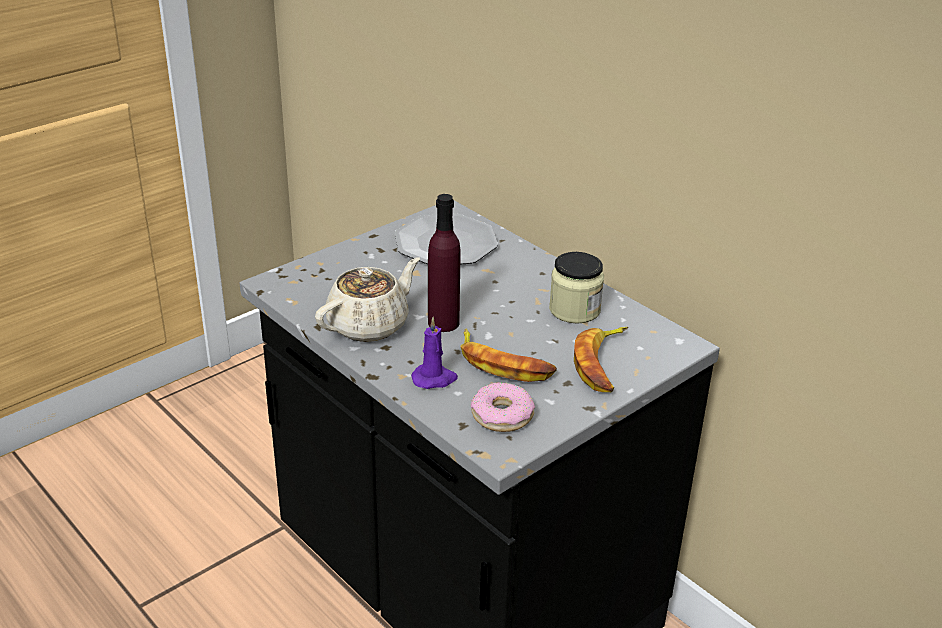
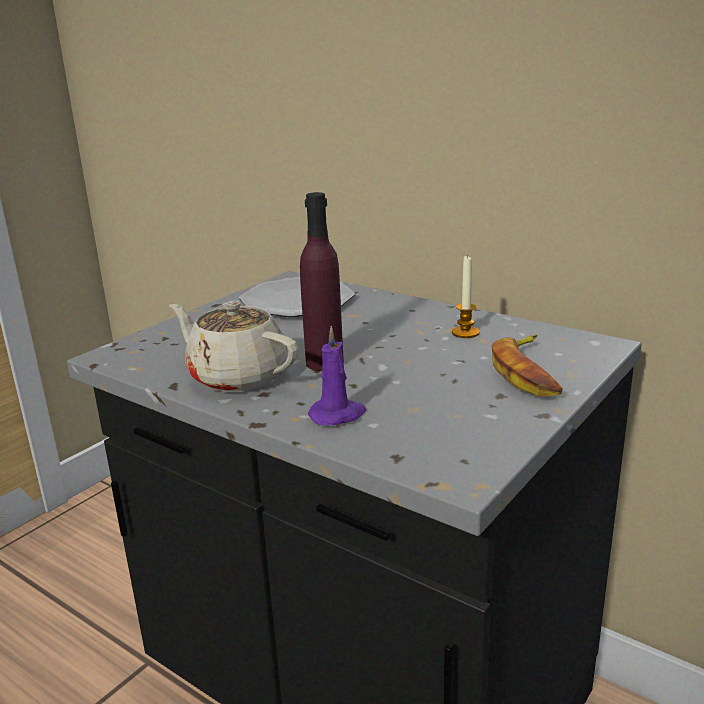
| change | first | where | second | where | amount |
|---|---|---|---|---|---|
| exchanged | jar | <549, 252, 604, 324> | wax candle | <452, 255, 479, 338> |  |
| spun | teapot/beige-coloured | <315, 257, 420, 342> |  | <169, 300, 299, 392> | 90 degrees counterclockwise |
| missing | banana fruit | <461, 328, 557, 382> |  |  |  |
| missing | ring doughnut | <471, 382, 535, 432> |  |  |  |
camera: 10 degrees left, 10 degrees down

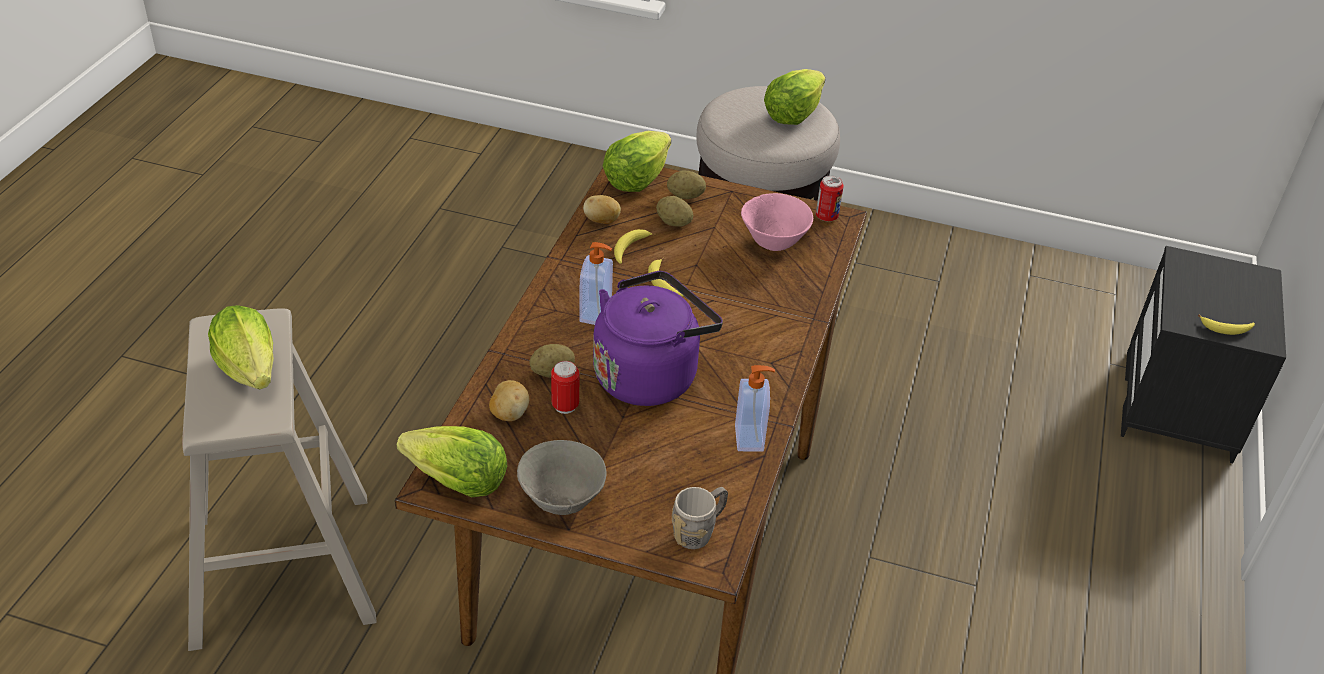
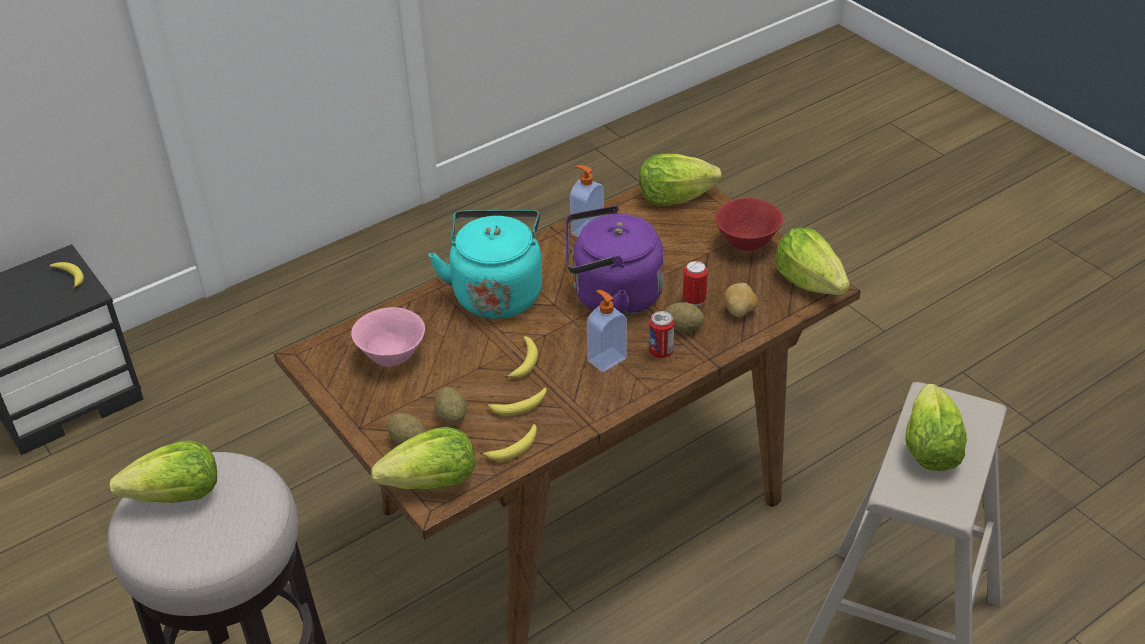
| change | first | where | second | where | amount |
|---|---|---|---|---|---|
| relocated | metal can | <816, 175, 844, 221> |  | <649, 311, 674, 358> |  |
| exchanged | whole potato | <583, 195, 621, 224> | banana fruit | <480, 424, 537, 462> |  |
| colour | bowl/gray | <517, 440, 607, 515> | bowl/red-coloured | <716, 198, 783, 251> |  |
| exchanged | tea mug/gray | <672, 487, 728, 549> | lettuce head | <639, 154, 722, 206> |  |
| appeared |  |  | tea kettle/turquoise | <429, 210, 542, 319> |  |
camera: 140 degrees left, 0 degrees up

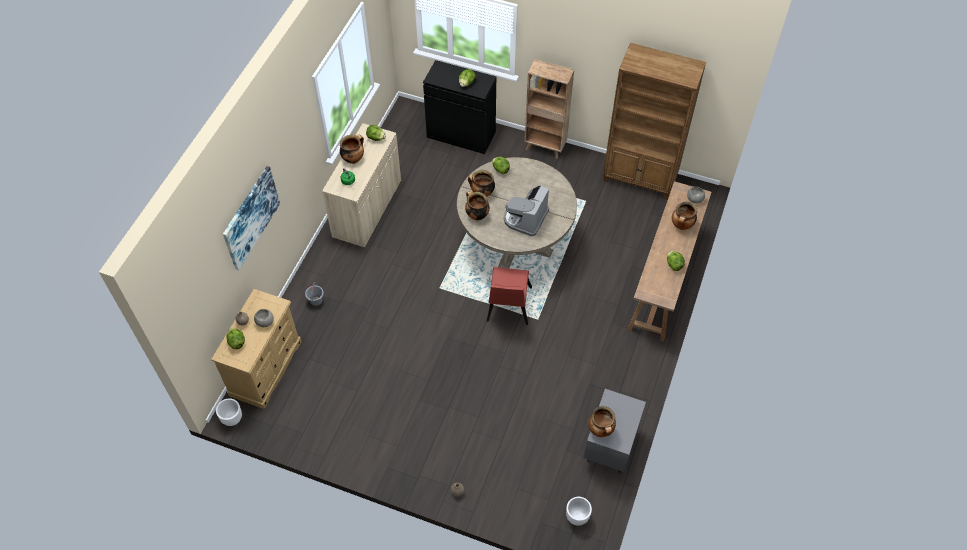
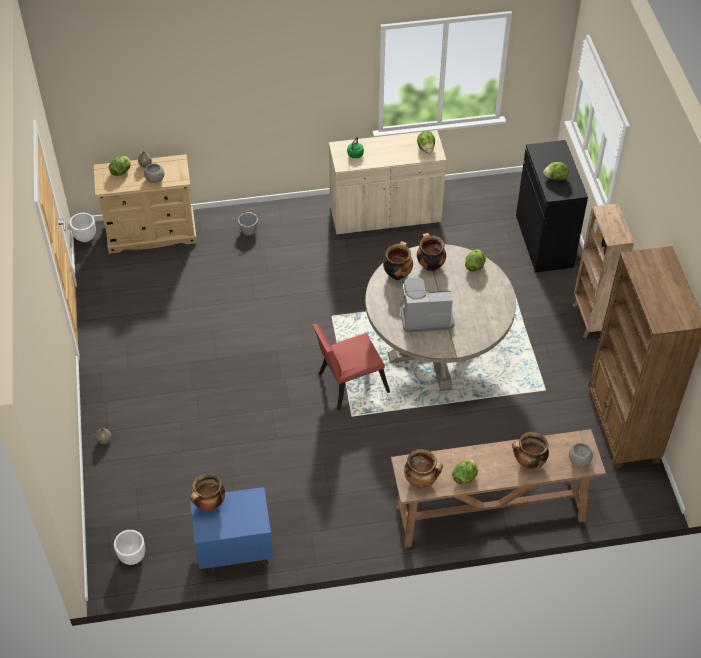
| change | first | where | second | where | amount |
|---|---|---|---|---|---|
| relocated | cooking pot | <340, 135, 364, 164> |  | <404, 449, 443, 488> |  |
| missing | wall art | <223, 166, 280, 270> |  |  |  |
| colour | bedside table/gray | <584, 389, 646, 473> | bedside table/blue-coloured | <190, 487, 273, 573> |  |
camera: 60 degrees right, 5 degrees down

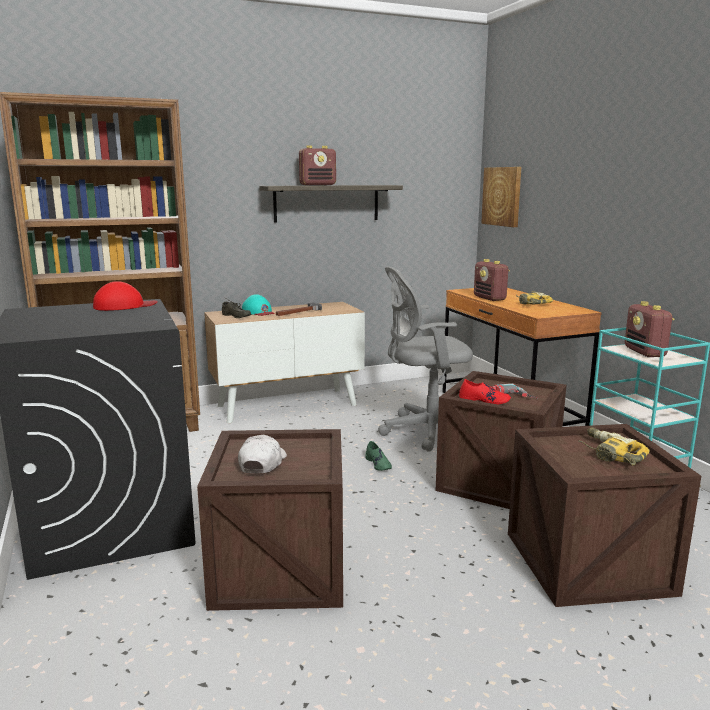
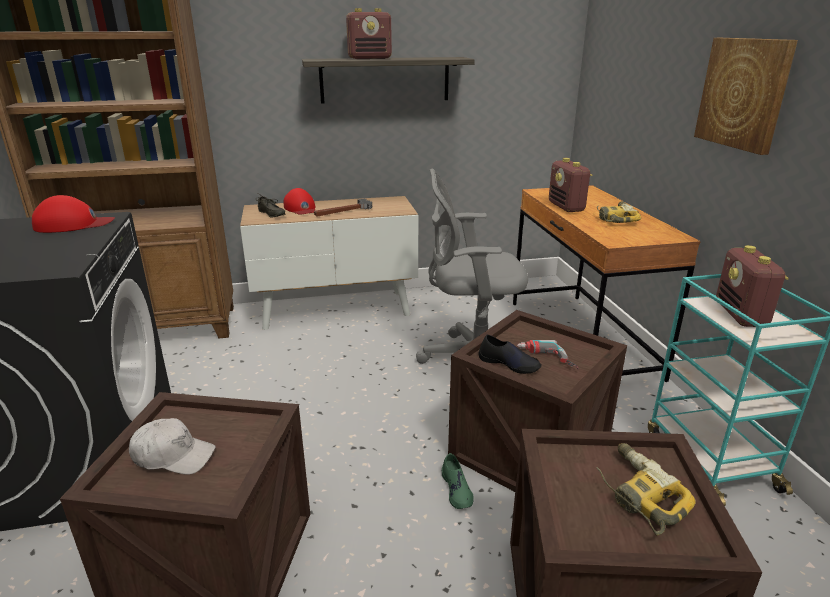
| change | first | where | second | where | amount |
|---|---|---|---|---|---|
| relocated | wall art | <481, 167, 521, 227> |  | <694, 38, 798, 155> |  |
| colour | cap/turquoise | <242, 294, 275, 316> | cap/red-coloured | <284, 188, 316, 214> |  |
| colour | item of footwear/red-coloured | <459, 379, 511, 405> | item of footwear/black-coloured | <478, 335, 542, 374> |  |
| spun | cap/white | <238, 435, 287, 473> |  | <129, 418, 216, 475> | 75 degrees clockwise |
| relocated | item of footwear/greenish | <365, 441, 392, 471> |  | <442, 453, 474, 509> |  |
camera: 10 degrees right, 10 degrees up

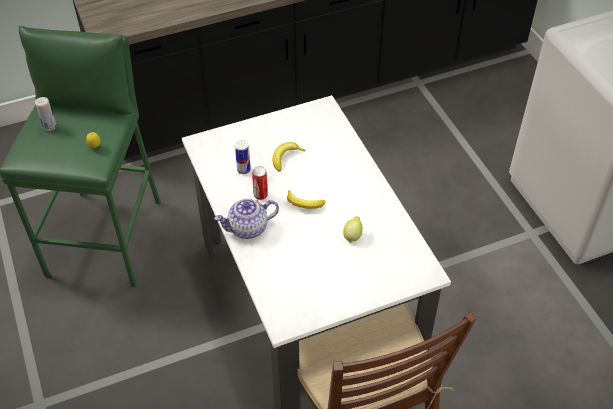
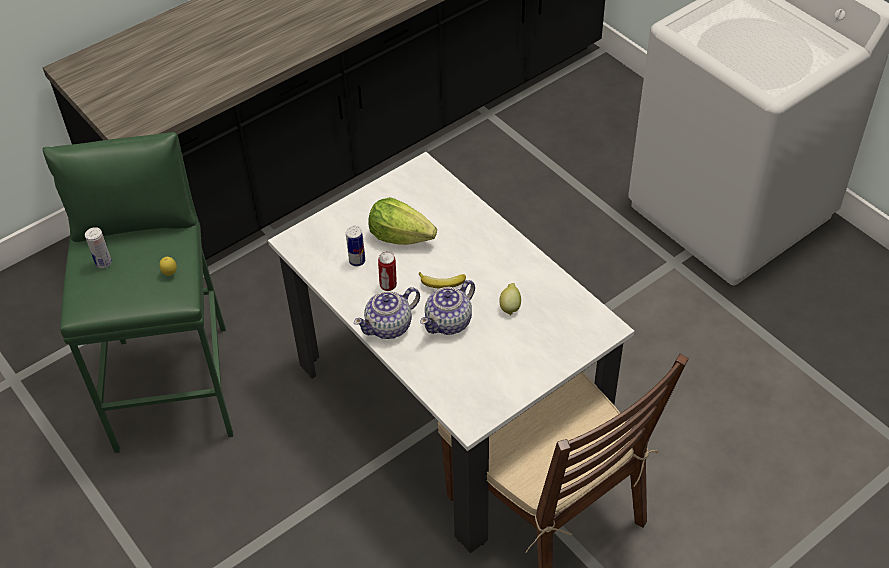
| change | first | where | second | where | amount |
|---|---|---|---|---|---|
| exchanged | banana fruit | <273, 142, 306, 172> | lettuce head | <368, 197, 437, 245> |  |
| appeared |  |  | teapot | <420, 280, 475, 335> |  |
camera: 15 degrees left, 0 degrees up

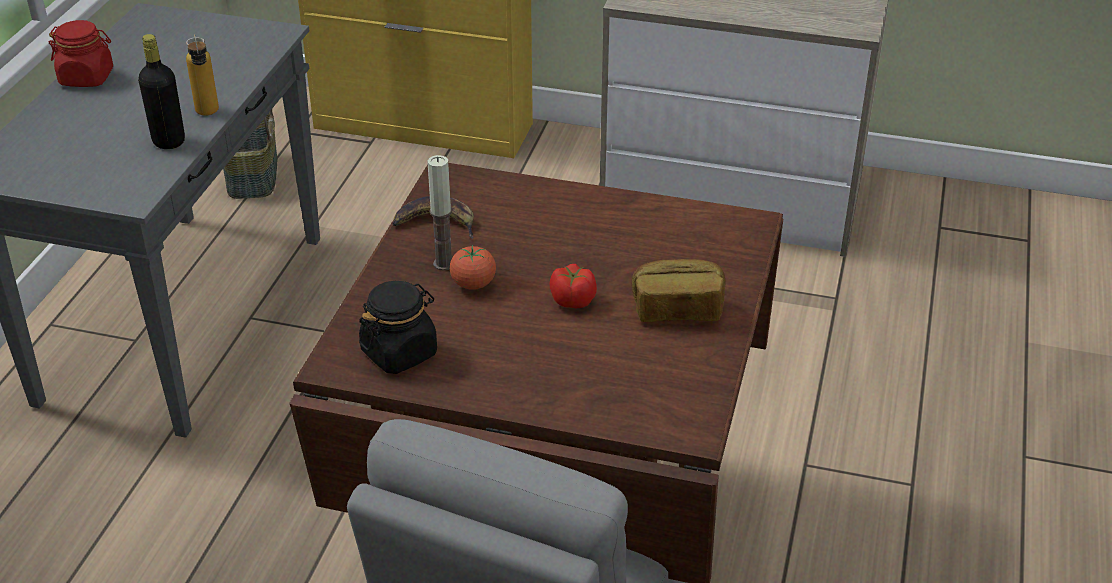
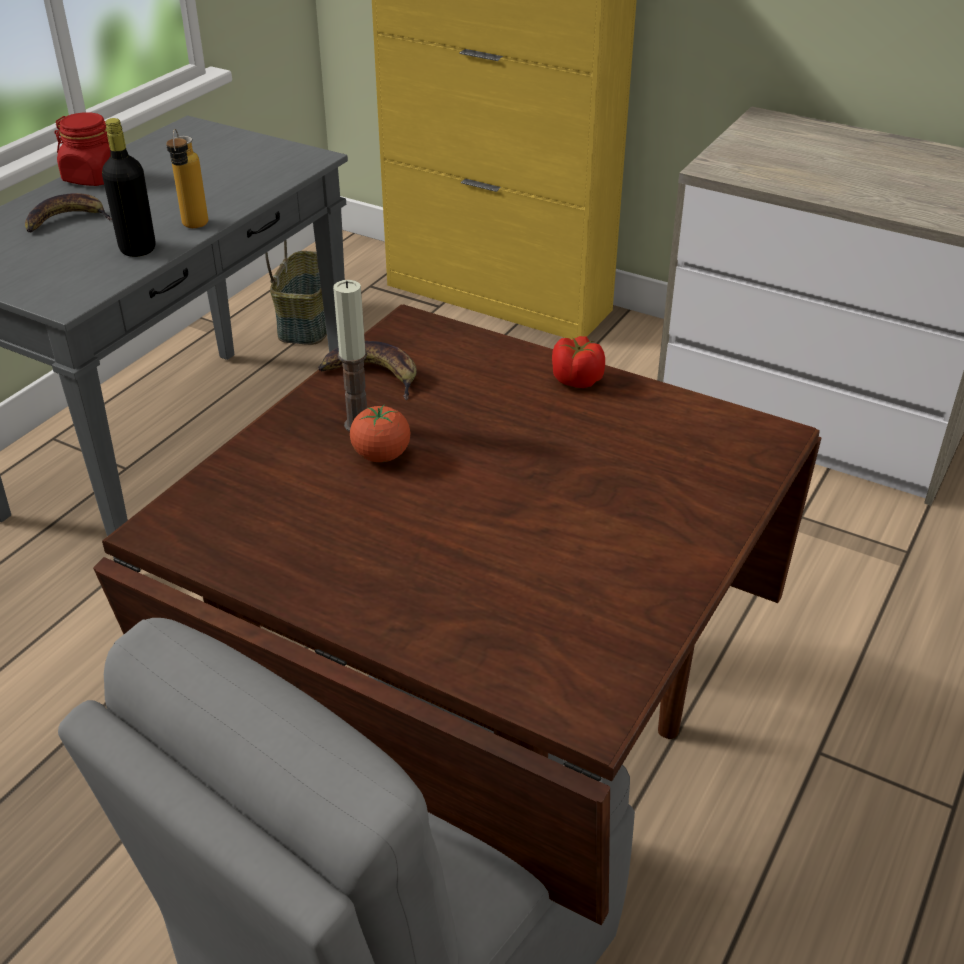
| change | first | where | second | where | amount |
|---|---|---|---|---|---|
| missing | bread | <631, 259, 726, 322> |  |  |  |
| relocated | tomato | <550, 264, 597, 308> |  | <552, 336, 605, 388> |  |
| missing | jar/black-coloured | <359, 281, 437, 374> |  |  |  |
| appeared |  |  | banana fruit | <25, 193, 112, 232> |  |
camera: 15 degrees right, 0 degrees up

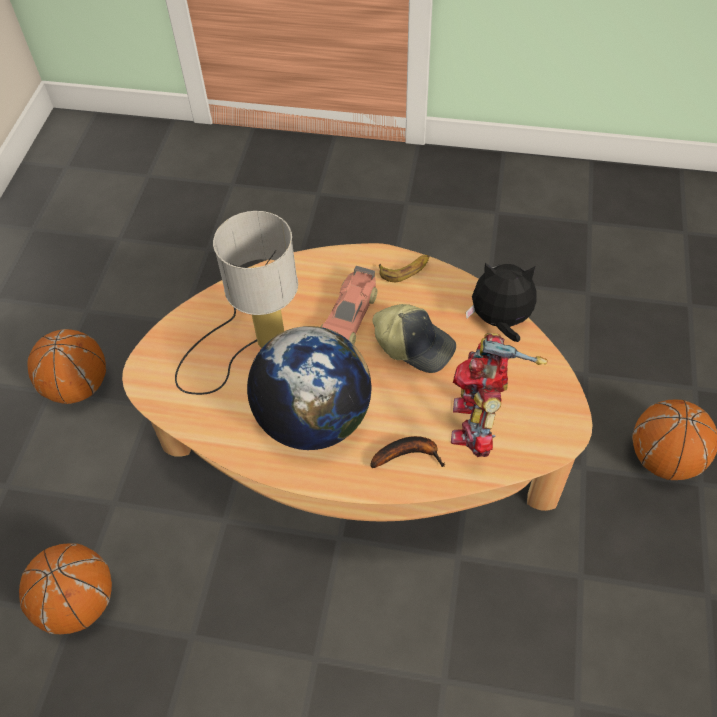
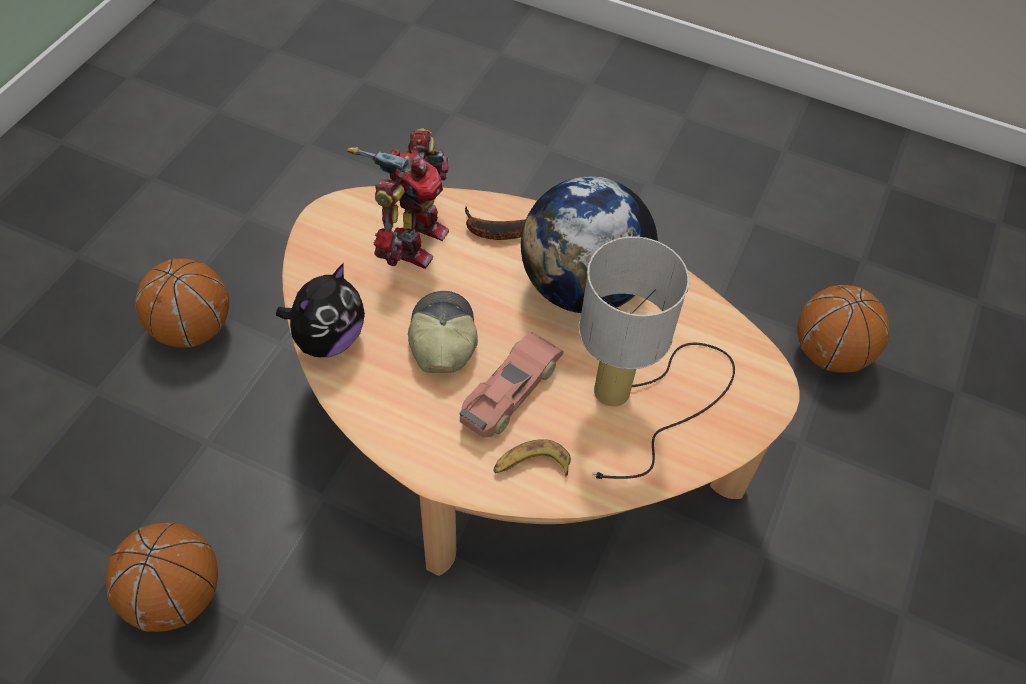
| change | first | where | second | where | amount |
|---|---|---|---|---|---|
| relocated | banana fruit | <379, 255, 429, 282> |  | <494, 439, 571, 477> |  |
| spun | soft toy | <466, 262, 537, 342> |  | <276, 263, 365, 357> | 75 degrees counterclockwise |
| spun | cap | <372, 304, 456, 373> |  | <408, 291, 478, 373> | 45 degrees clockwise |
| relocated | basketball ball | <27, 329, 106, 404> |  | <106, 523, 218, 632> |  |
camera: 170 degrees left, 0 degrees up

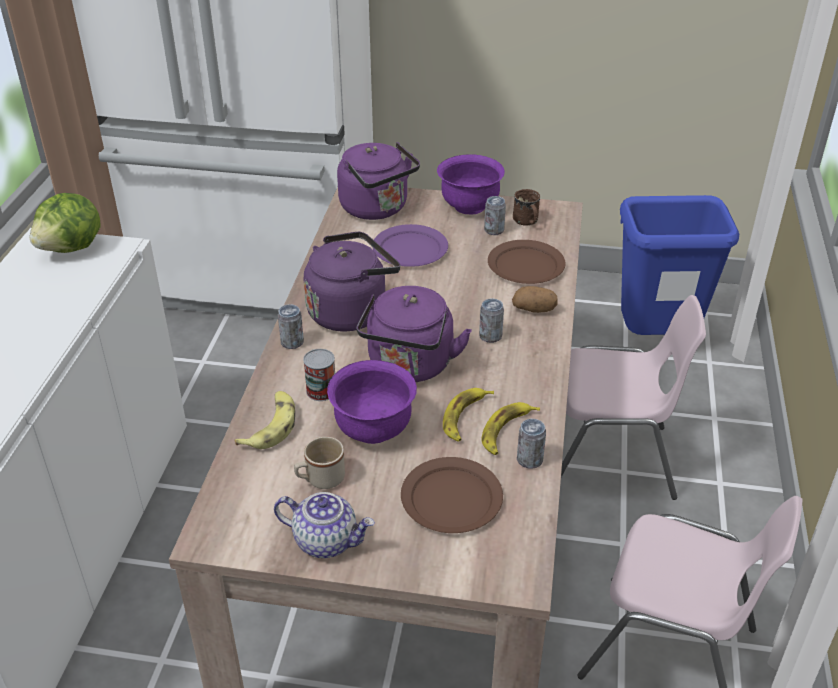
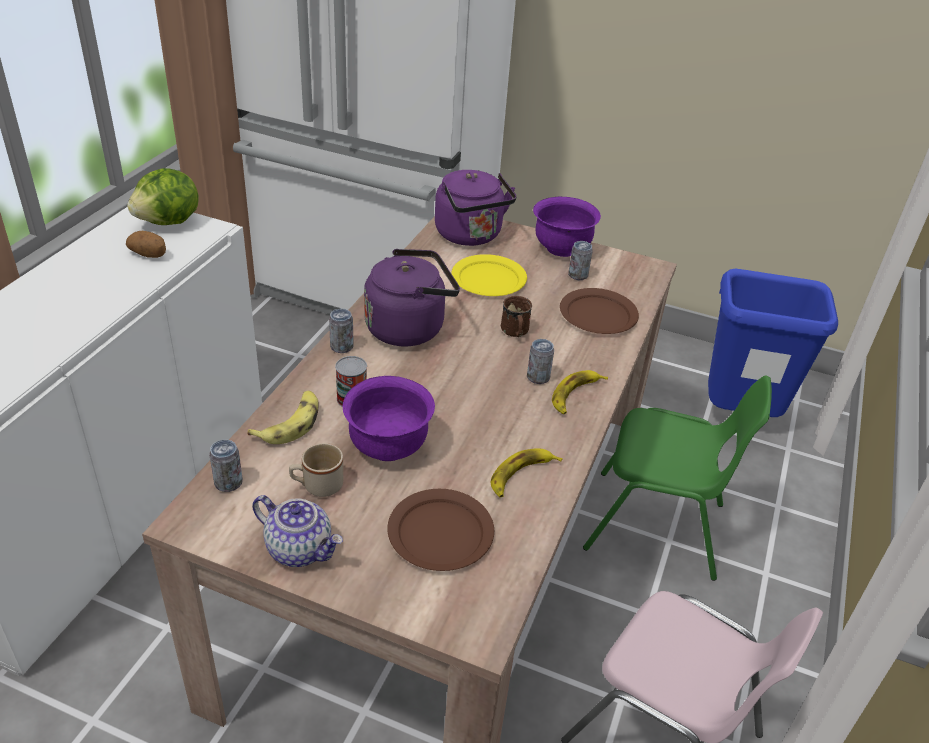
| change | first | where | second | where | amount |
|---|---|---|---|---|---|
| relocated | tea mug/brown-coloured | <513, 189, 540, 226> |  | <501, 296, 532, 337> |  |
| colour | plate/purple-coloured | <373, 224, 448, 267> | plate/yellow-coloured | <452, 254, 527, 296> |  |
| missing | tea kettle/purple-coloured | <357, 286, 472, 382> |  |  |  |
| relocated | whole potato | <512, 286, 558, 313> |  | <126, 231, 166, 258> |  |
| colour | upright chair/pinkish | <561, 295, 706, 500> | upright chair/greenish | <583, 376, 772, 581> |  |
| relocated | banana fruit | <443, 388, 494, 442> |  | <552, 370, 608, 414> |  |
| relocated | metal can | <517, 419, 546, 469> |  | <209, 440, 243, 492> |  |
camera: 10 degrees right, 0 degrees up

